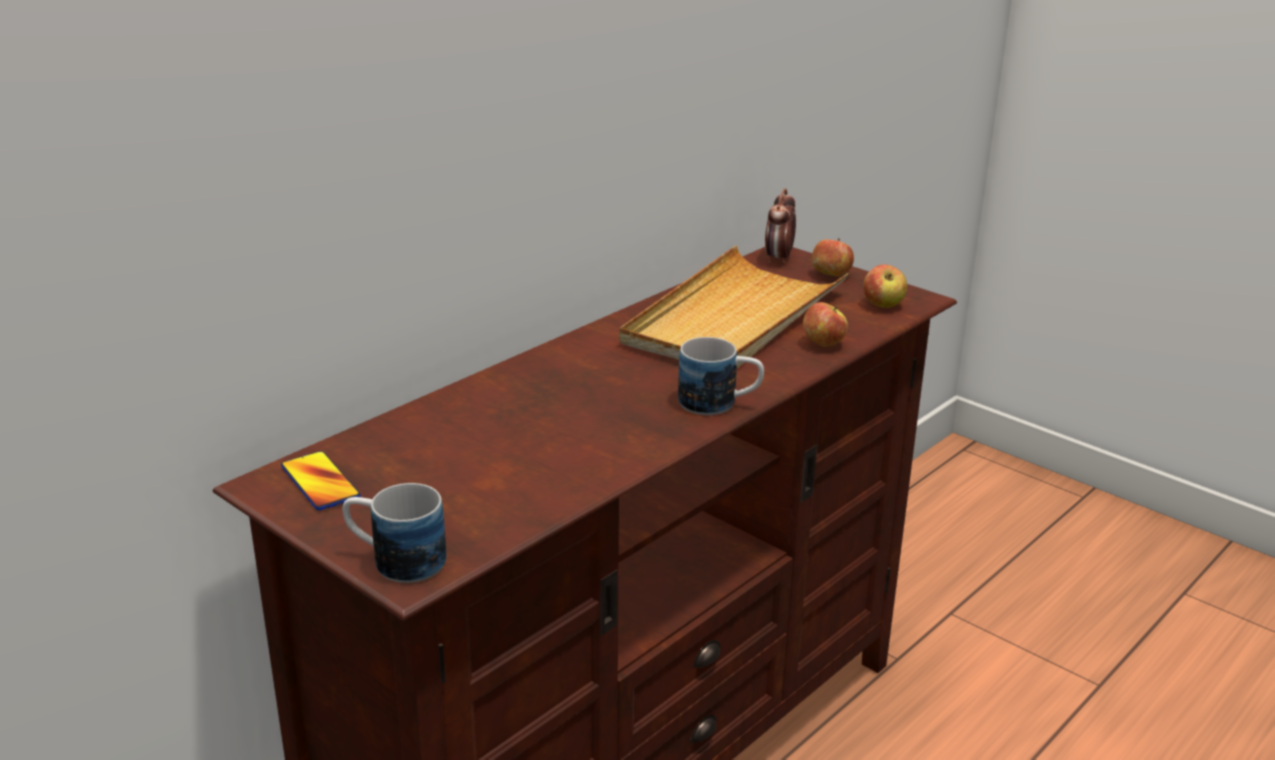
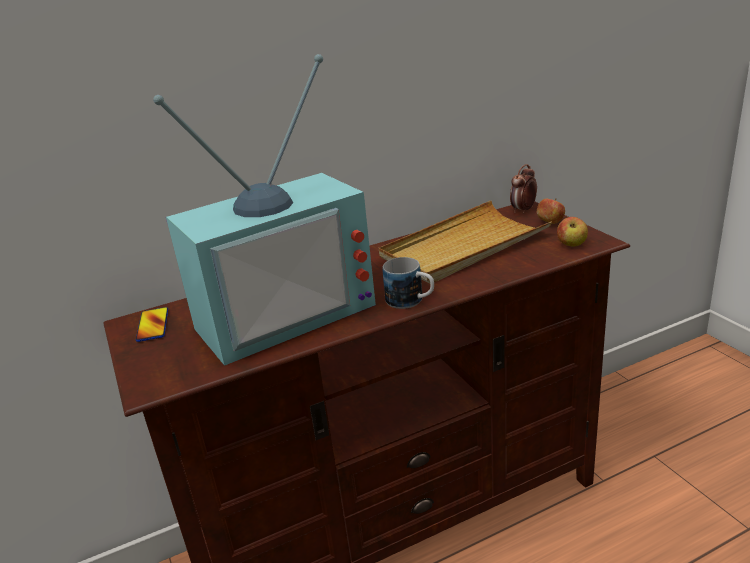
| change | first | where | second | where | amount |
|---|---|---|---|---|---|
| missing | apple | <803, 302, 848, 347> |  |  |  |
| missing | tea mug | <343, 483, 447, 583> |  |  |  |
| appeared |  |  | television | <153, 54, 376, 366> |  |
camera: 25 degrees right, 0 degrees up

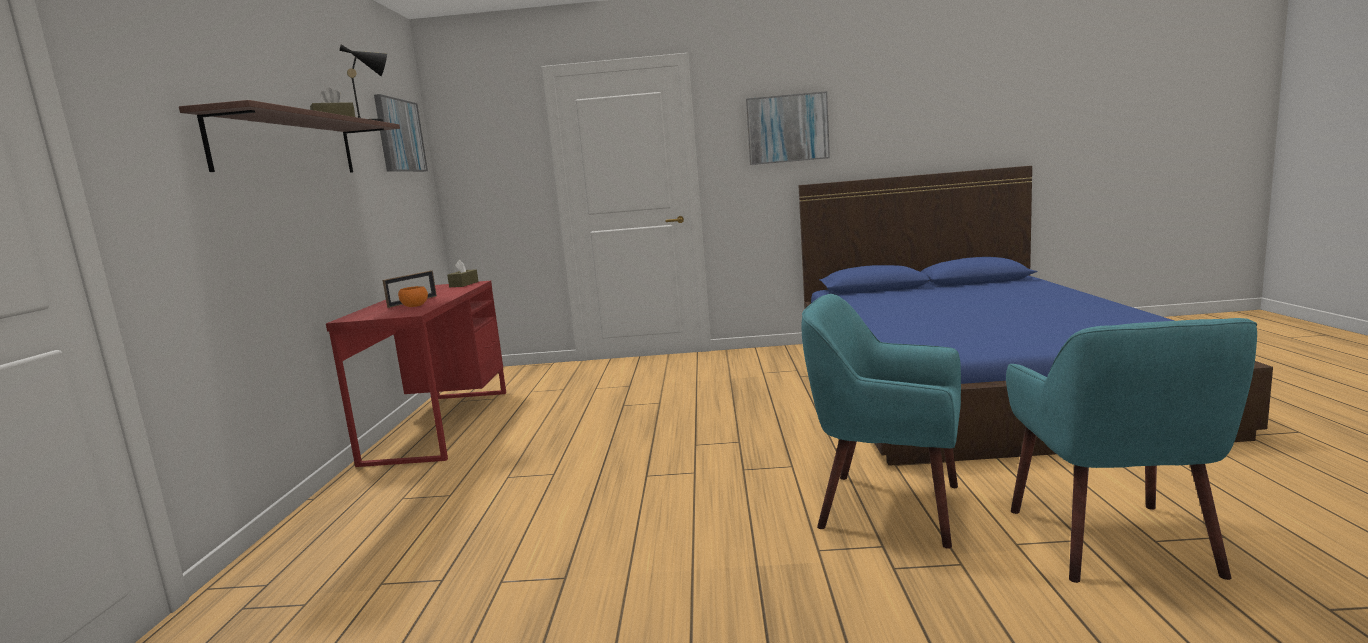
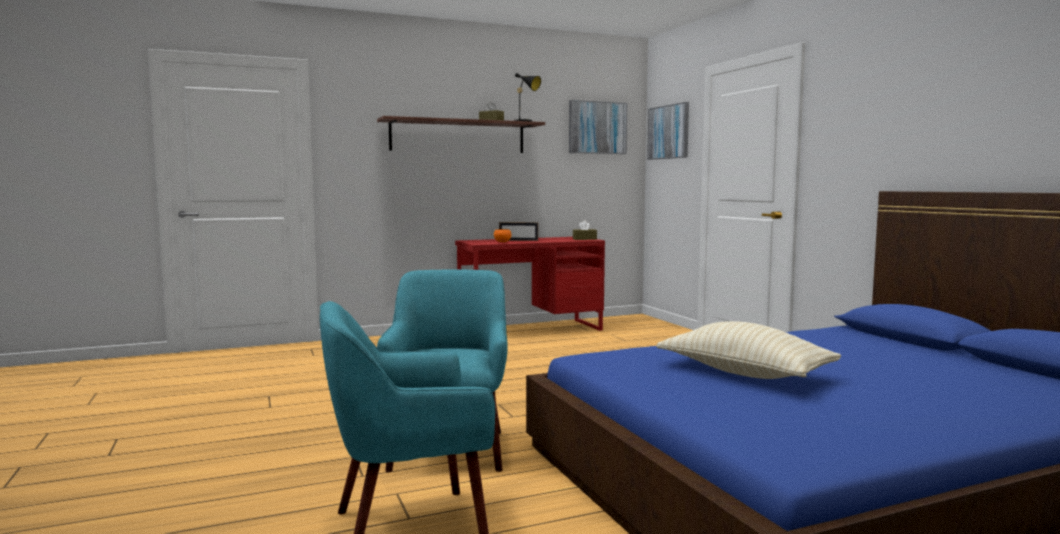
| change | first | where | second | where | amount |
|---|---|---|---|---|---|
| relocated | wall art | <746, 91, 830, 165> |  | <647, 102, 689, 160> |  |
| appeared |  |  | pillow/beige-coloured | <656, 321, 841, 379> |  |
camera: 65 degrees right, 5 degrees down

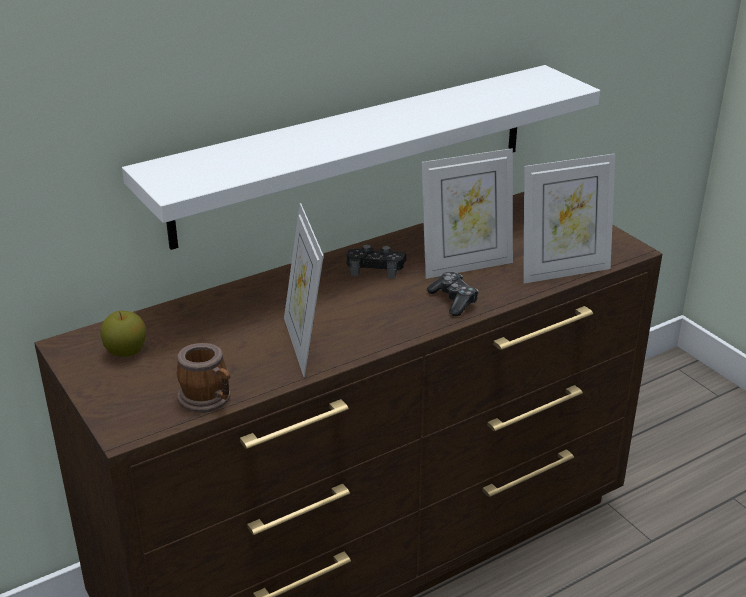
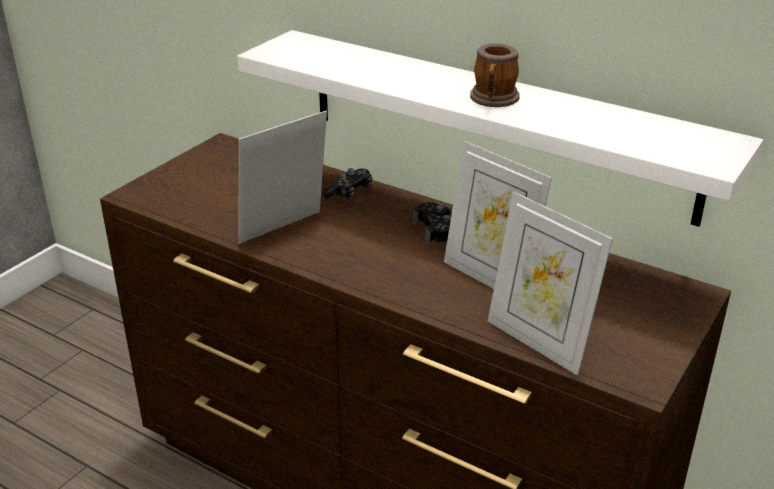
| change | first | where | second | where | amount |
|---|---|---|---|---|---|
| relocated | game controller | <427, 272, 479, 316> |  | <323, 168, 372, 199> |  |
| missing | apple | <100, 310, 146, 357> |  |  |  |
| relocated | tea mug | <177, 343, 230, 413> |  | <470, 43, 520, 107> |  |
camera: 65 degrees right, 0 degrees up

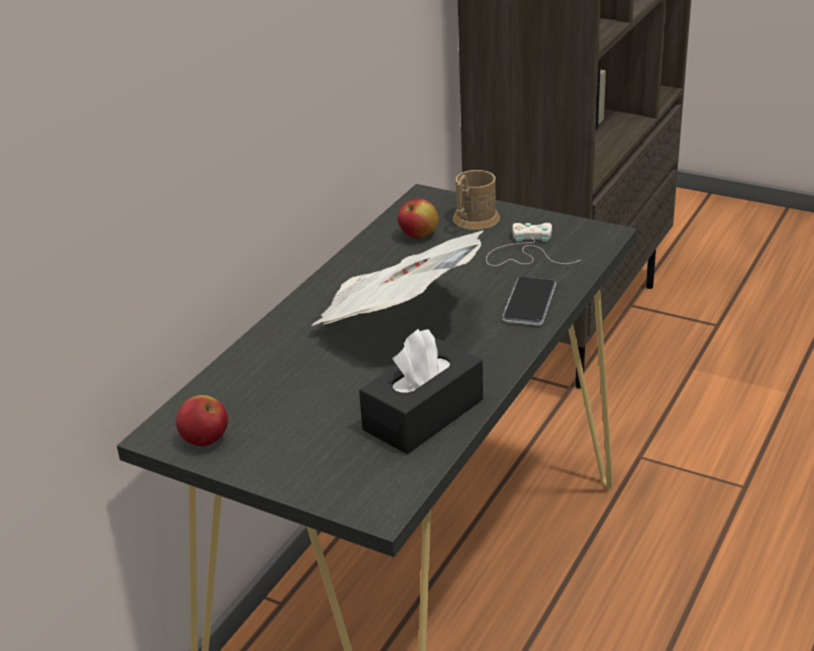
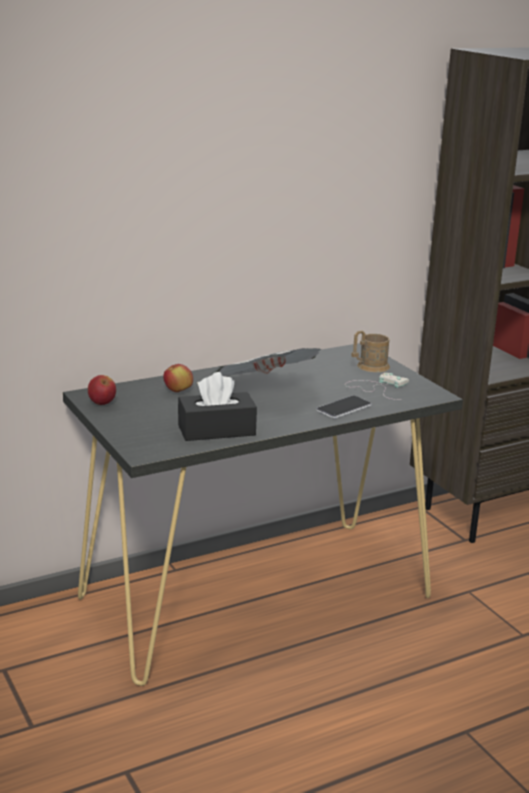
| change | first | where | second | where | amount |
|---|---|---|---|---|---|
| relocated | apple | <398, 199, 439, 238> |  | <163, 364, 193, 392> |  |
camera: 30 degrees right, 10 degrees down

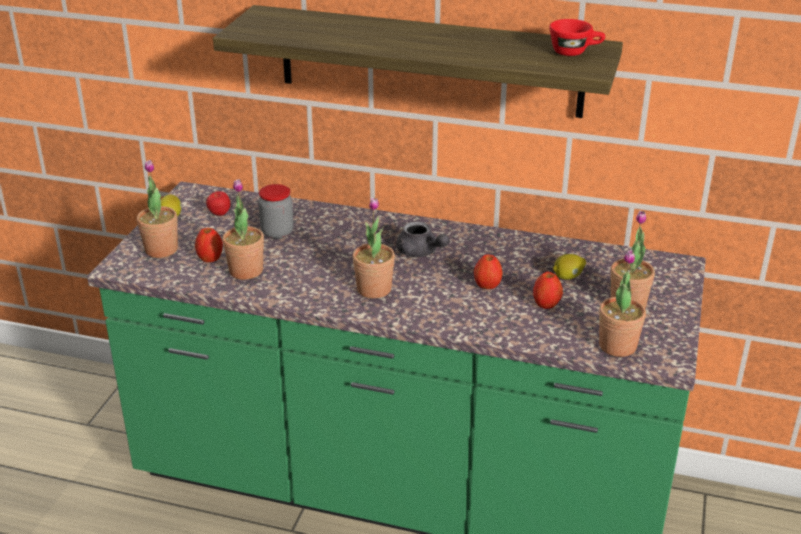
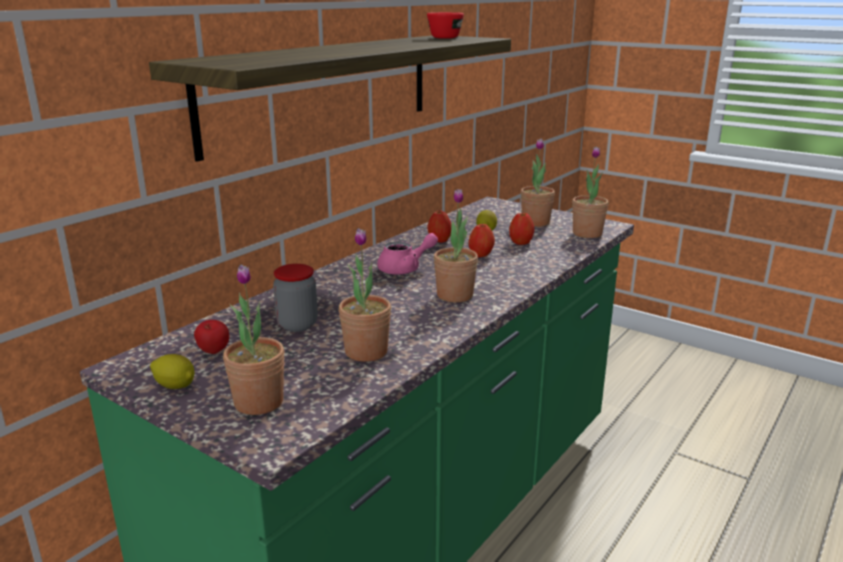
| change | first | where | second | where | amount |
|---|---|---|---|---|---|
| colour | teapot/gray | <396, 221, 450, 257> | teapot/pinkish | <377, 233, 438, 274> |  |
| relocated | apple | <195, 228, 223, 262> |  | <427, 210, 451, 243> |  |
camera: 70 degrees left, 10 degrees down

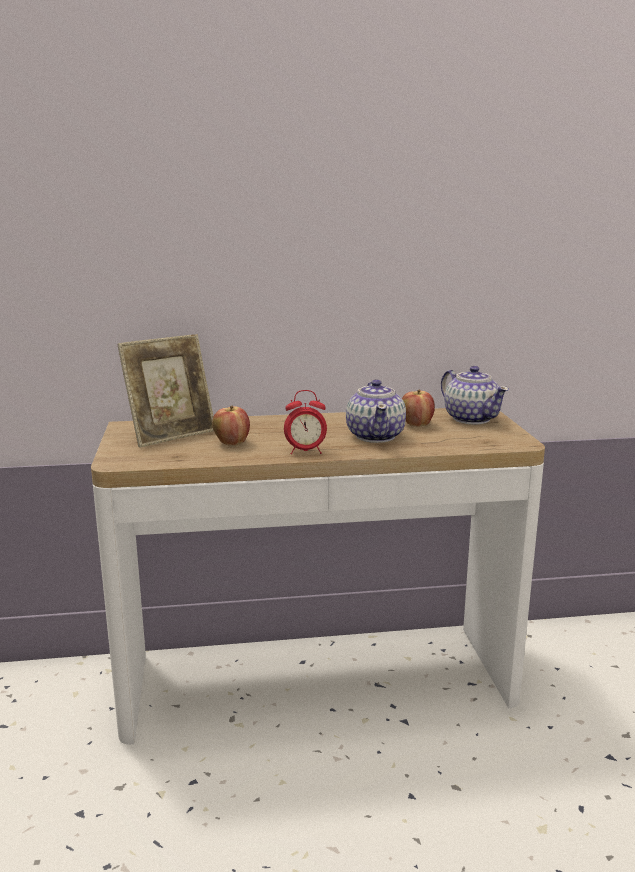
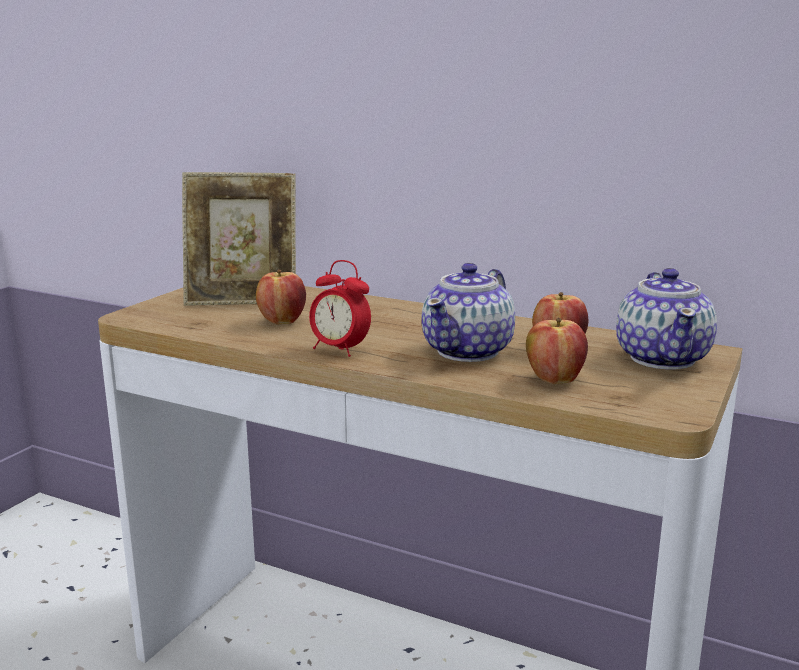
| change | first | where | second | where | amount |
|---|---|---|---|---|---|
| appeared |  |  | apple | <526, 318, 588, 384> |  |
camera: 35 degrees right, 0 degrees up

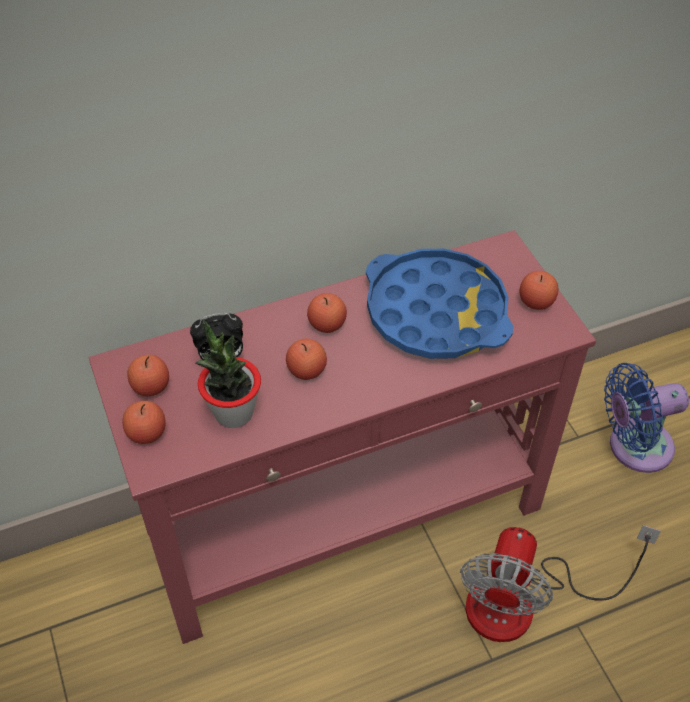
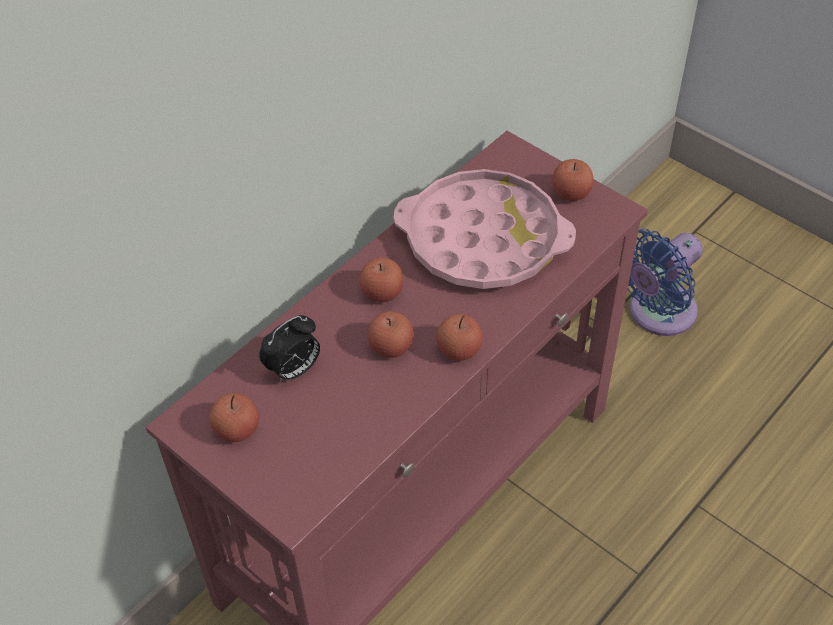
| change | first | where | second | where | amount |
|---|---|---|---|---|---|
| colour | carrying tray/blue-coloured | <366, 249, 513, 359> | carrying tray/pinkish | <393, 169, 576, 289> |  |
| missing | houseplant | <195, 321, 261, 428> |  |  |  |
| relocated | apple | <122, 401, 166, 444> |  | <436, 314, 483, 361> |  |
| missing | electric fan | <460, 525, 661, 642> |  |  |  |
camera: 25 degrees left, 0 degrees up

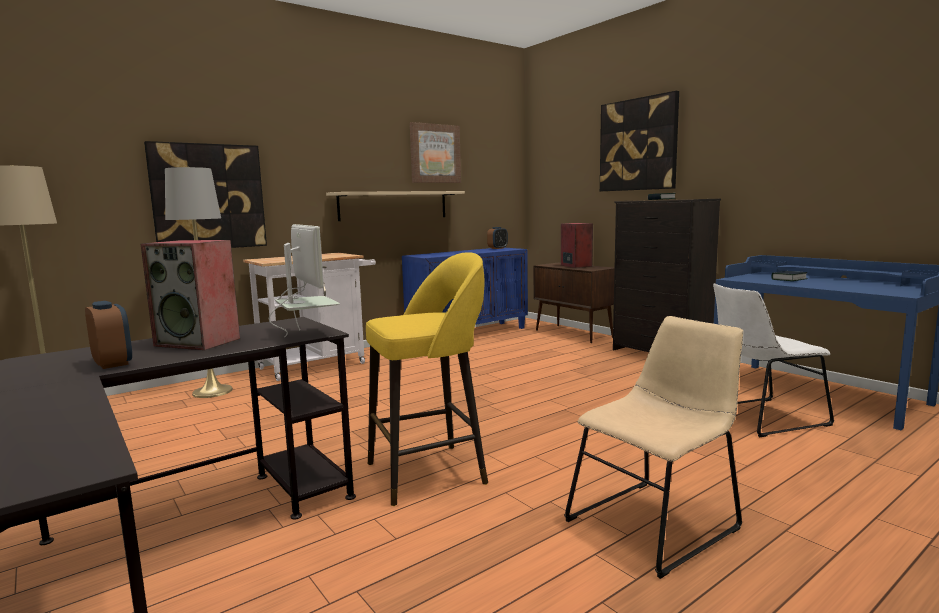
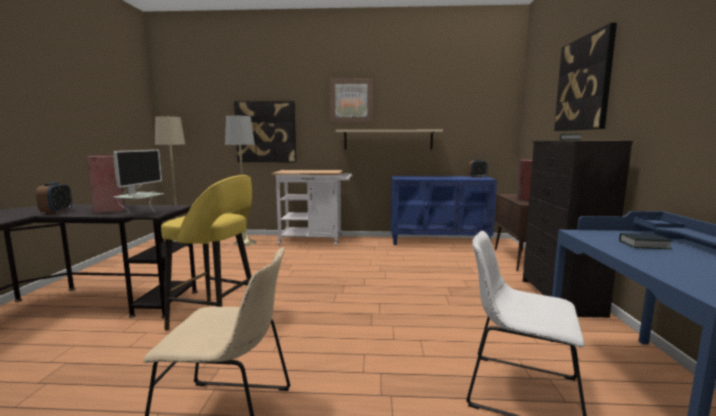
| change | first | where | second | where | amount |
|---|---|---|---|---|---|
| relocated | wall art | <410, 122, 461, 183> |  | <330, 78, 373, 123> |  |
camera: 40 degrees right, 0 degrees up

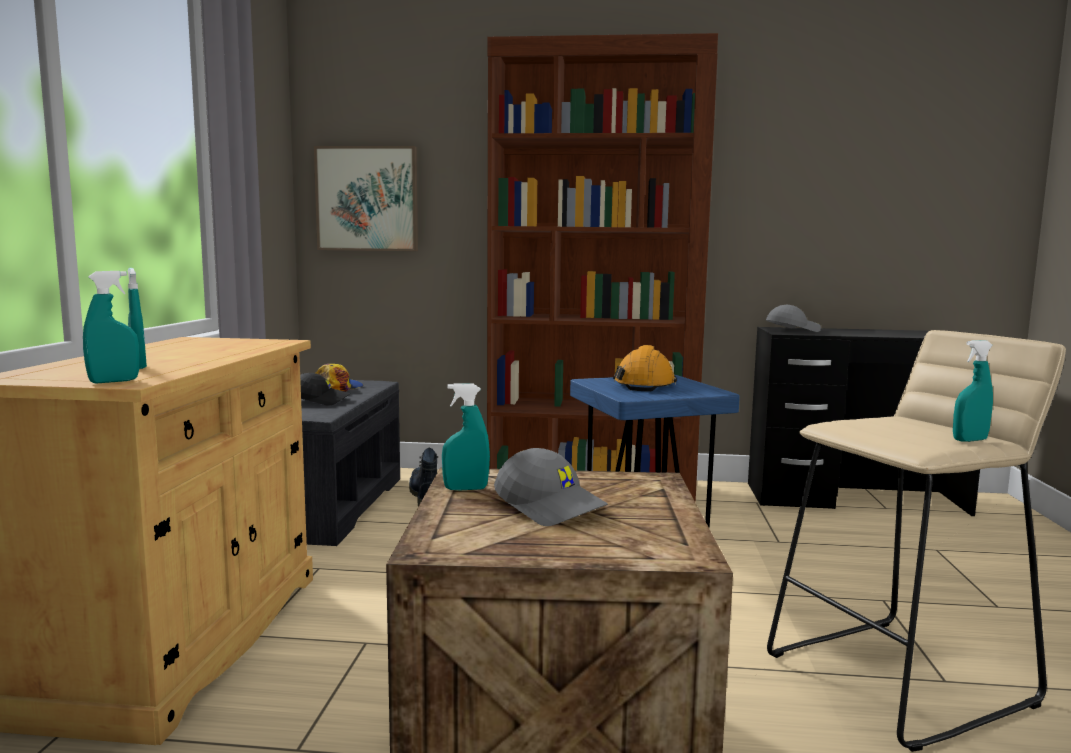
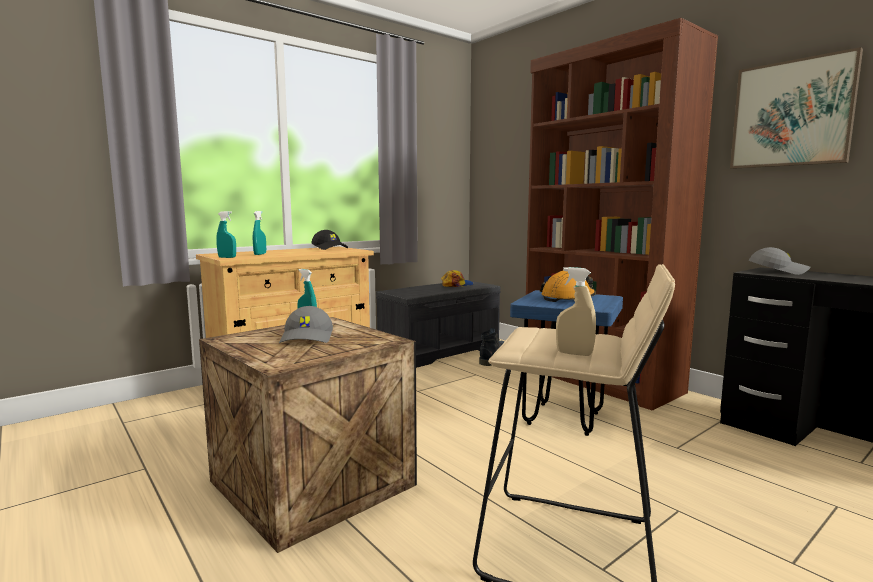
| change | first | where | second | where | amount |
|---|---|---|---|---|---|
| relocated | wall art | <314, 146, 418, 251> |  | <730, 47, 863, 169> |  |
| colour | sprayer/turquoise | <953, 340, 993, 442> | sprayer/beige-coloured | <556, 267, 596, 356> |  |
| relocated | cap/black-coloured | <300, 373, 350, 406> |  | <311, 230, 348, 250> |  |
camera: 45 degrees right, 0 degrees up

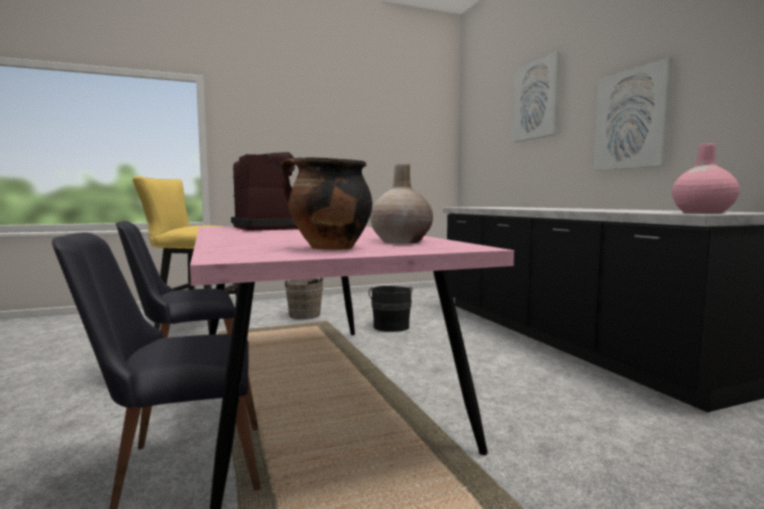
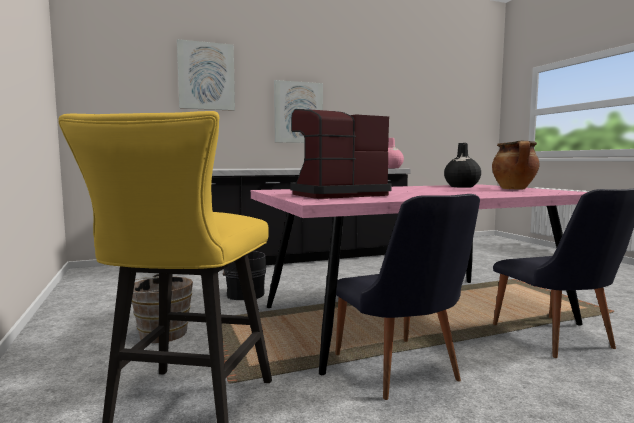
| change | first | where | second | where | amount |
|---|---|---|---|---|---|
| colour | vase/beige-coloured | <370, 163, 433, 244> | vase/black-coloured | <444, 143, 481, 188> |  |
camera: 90 degrees left, 0 degrees up

